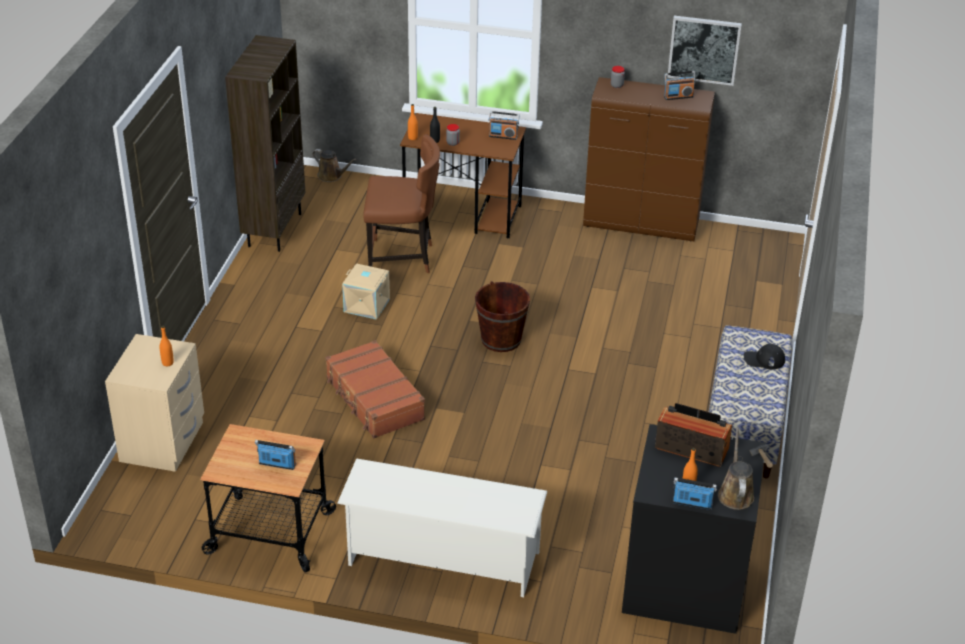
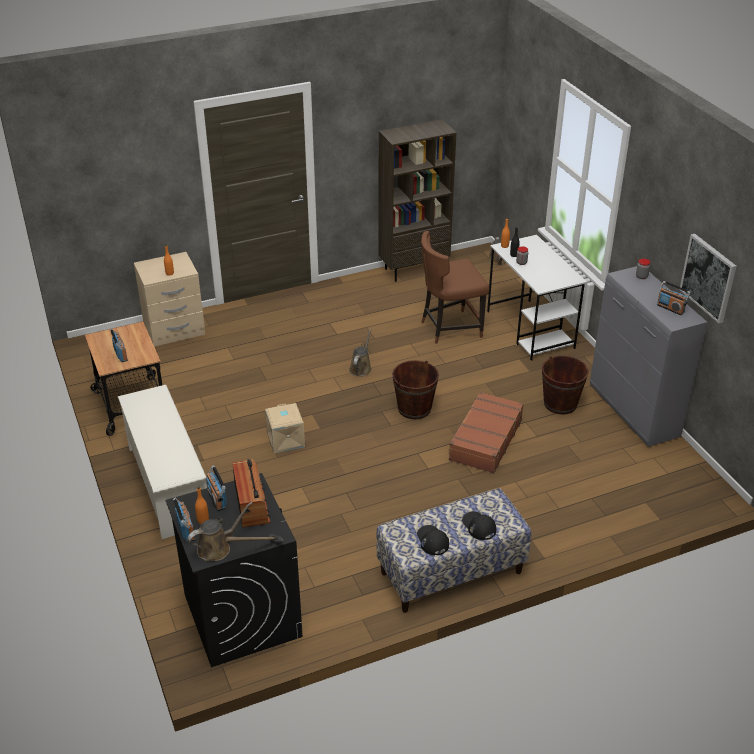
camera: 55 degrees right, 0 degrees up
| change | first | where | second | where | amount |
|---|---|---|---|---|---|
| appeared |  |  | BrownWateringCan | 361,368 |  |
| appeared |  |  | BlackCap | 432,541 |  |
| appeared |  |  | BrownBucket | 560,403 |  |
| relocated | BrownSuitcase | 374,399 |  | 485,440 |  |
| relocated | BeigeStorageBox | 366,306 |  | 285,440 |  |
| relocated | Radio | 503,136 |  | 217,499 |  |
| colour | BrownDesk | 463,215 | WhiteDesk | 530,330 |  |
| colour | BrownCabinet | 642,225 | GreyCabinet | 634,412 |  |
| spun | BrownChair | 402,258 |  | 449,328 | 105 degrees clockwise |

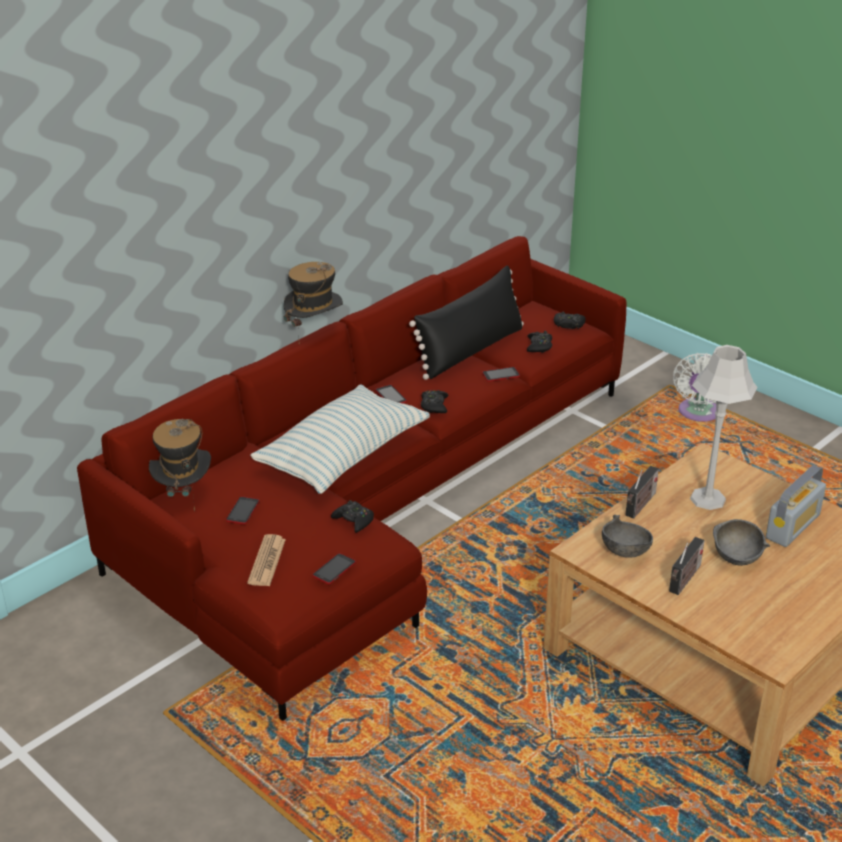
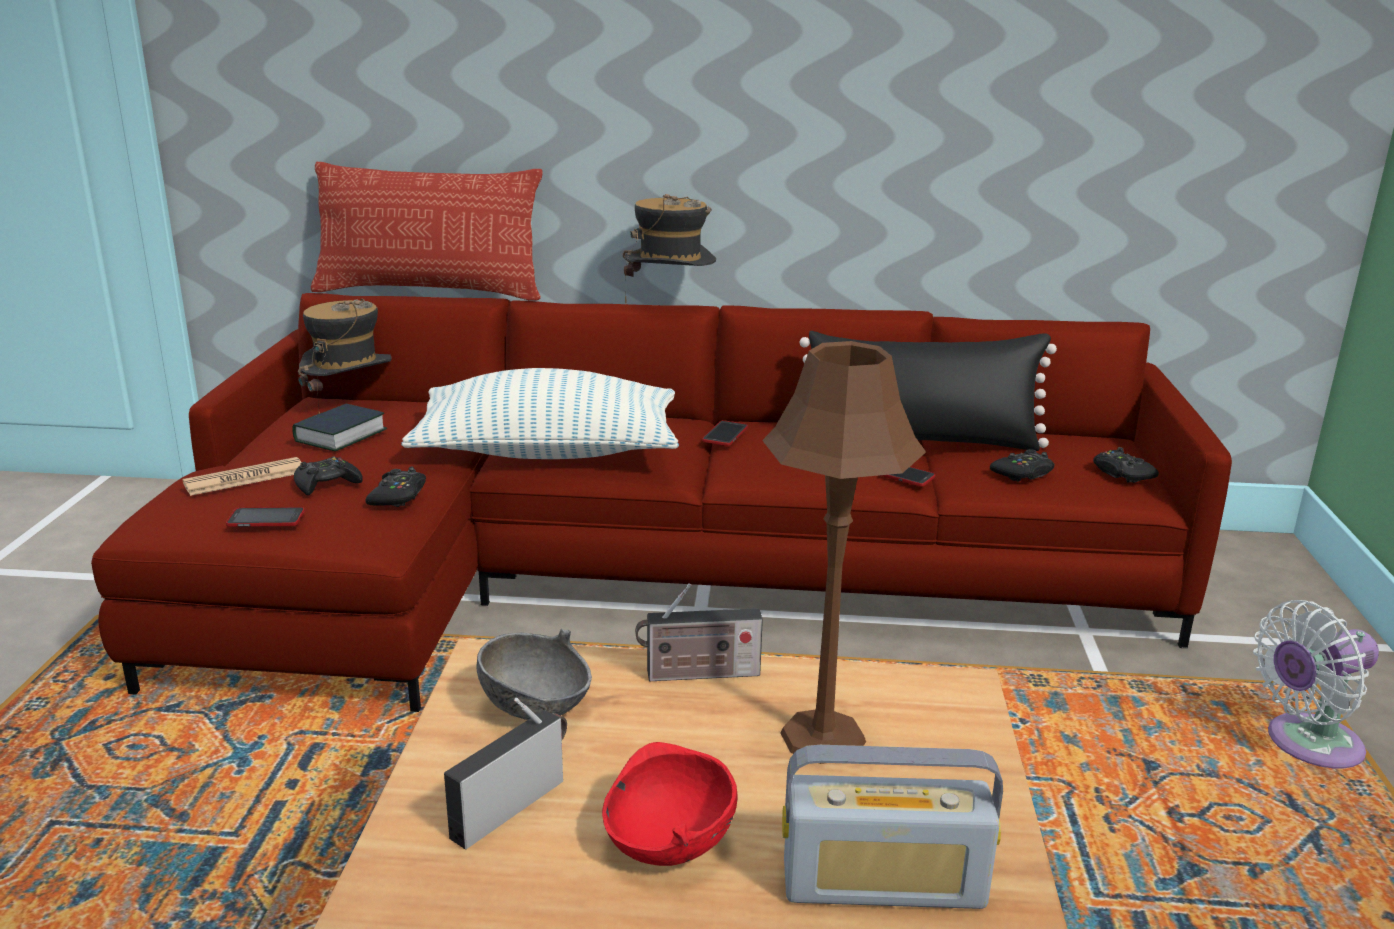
camera: 50 degrees right, 10 degrees down
| change | first | where | second | where | amount |
|---|---|---|---|---|---|
| appeared |  |  | Pillow | 430,292 |  |
| relocated | BlackGameController | 434,405 |  | 327,484 |  |
| exchanged | Phone | 243,511 | Book | 340,436 |  |
| colour | GreyTableLamp | 707,499 | BrownTableLamp | 823,737 |  |
| colour | GreyBowl | 737,557 | RedBowl | 667,845 |  |
| spun | Radio | 684,580 |  | 512,805 | 135 degrees clockwise |

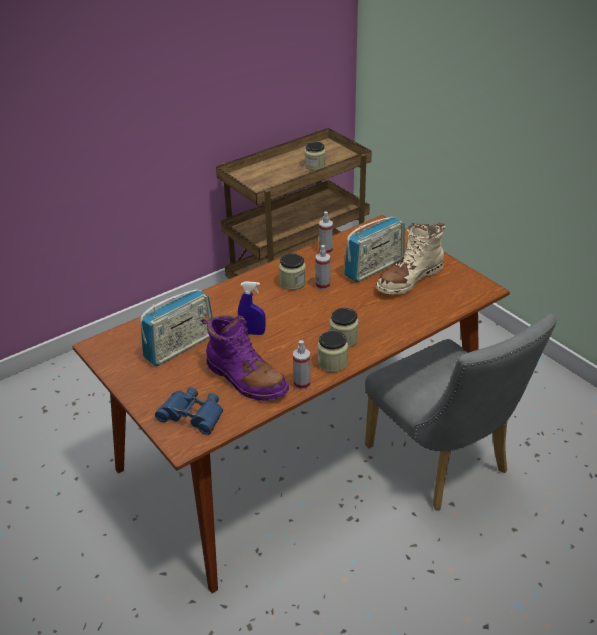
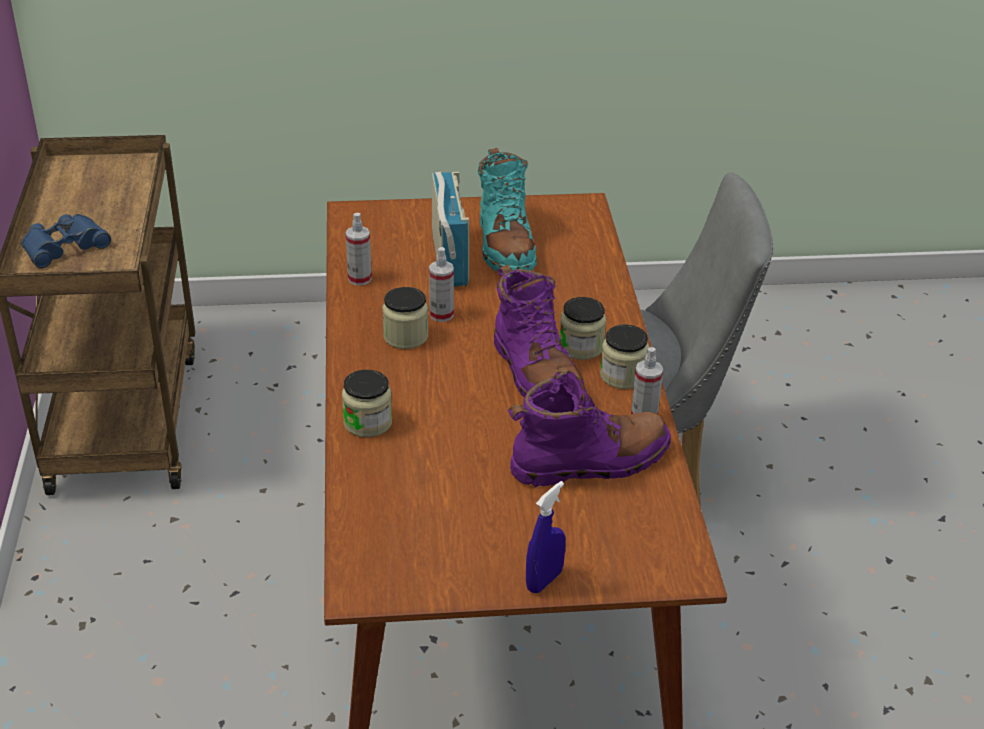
camera: 60 degrees left, 0 degrees up
| change | first | where | second | where | amount |
|---|---|---|---|---|---|
| missing | Radio | 180,347 |  |  |  |
| appeared |  |  | PurpleBoot | 536,374 |  |
| relocated | BlueBinoculars | 192,415 |  | 64,247 |  |
| relocated | BlueSprayBottle | 252,333 |  | 544,580 |  |
| relocated | Jar | 315,166 |  | 368,423 |  |
| colour | BeigeBoot | 409,279 | TurquoiseBoot | 505,245 |  |

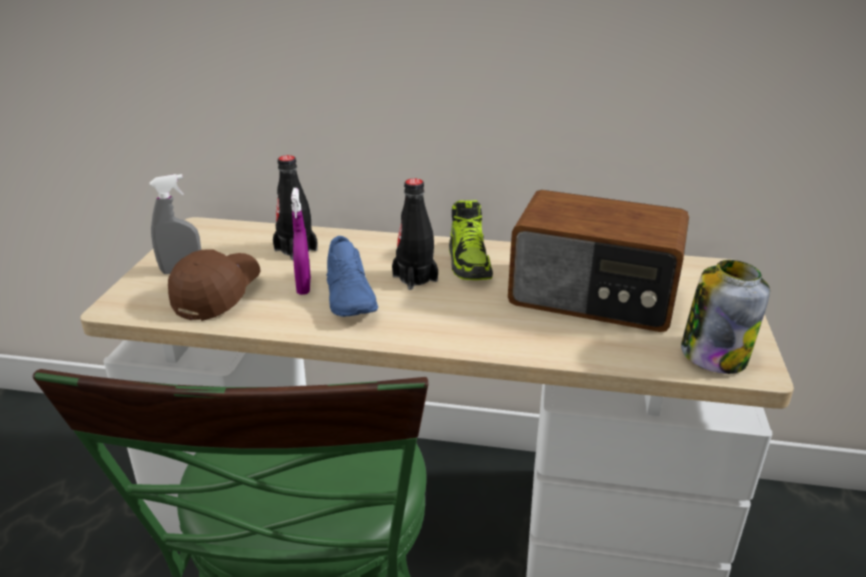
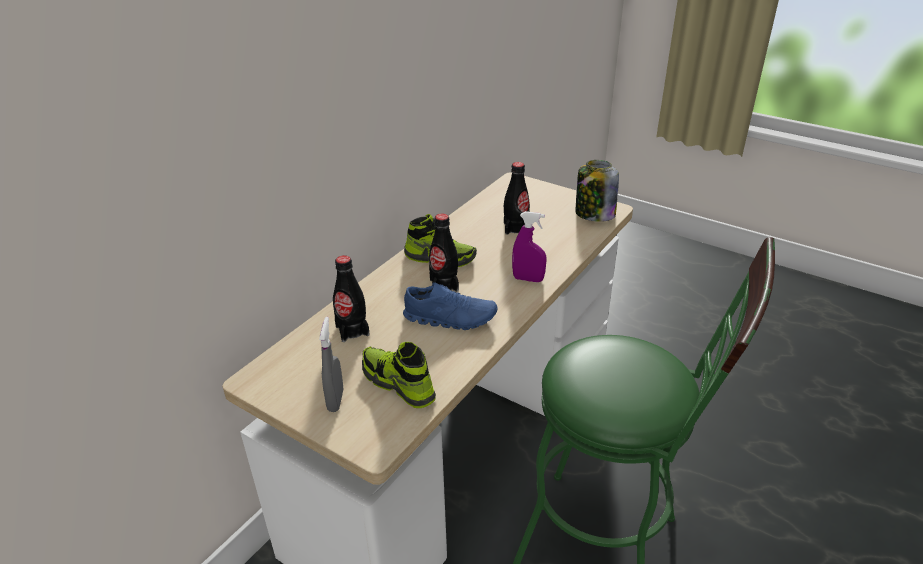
camera: 65 degrees left, 5 degrees up
| change | first | where | second | where | amount |
|---|---|---|---|---|---|
| relocated | PurpleSprayBottle | 304,287 |  | 528,279 |  |
| exchanged | BrownCap | 217,295 | Shoe | 398,384 |  |
| exchanged | Radio | 593,297 | BlackBottle | 515,228 |  |

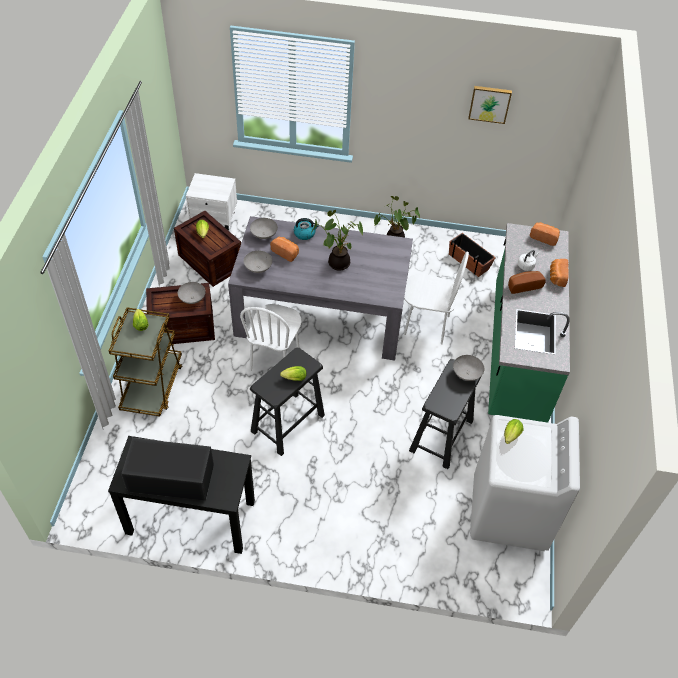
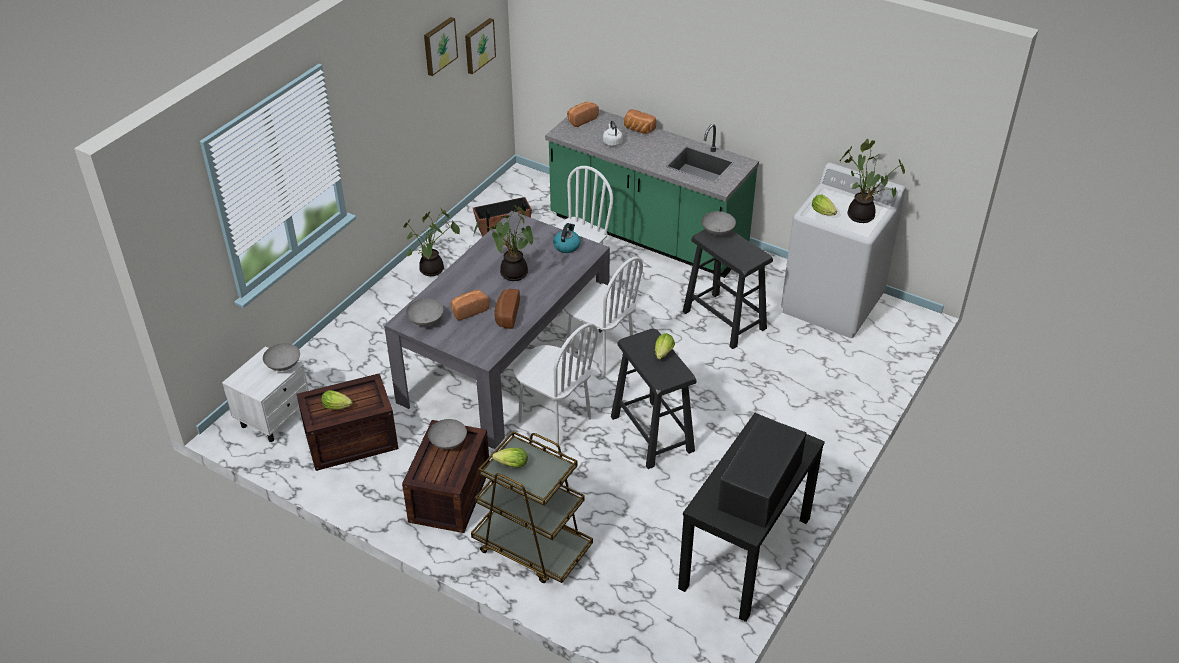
camera: 65 degrees left, 10 degrees down
| change | first | where | second | where | amount |
|---|---|---|---|---|---|
| appeared |  |  | Picture | 478,45 |  |
| appeared |  |  | WhiteChair | 599,354 |  |
| appeared |  |  | PottedPlant | 862,215 |  |
| relocated | GreyBowl | 258,268 |  | 284,365 |  |
| relocated | Kettle | 305,233 |  | 567,246 |  |
| relocated | Bread | 523,285 |  | 506,315 |  |

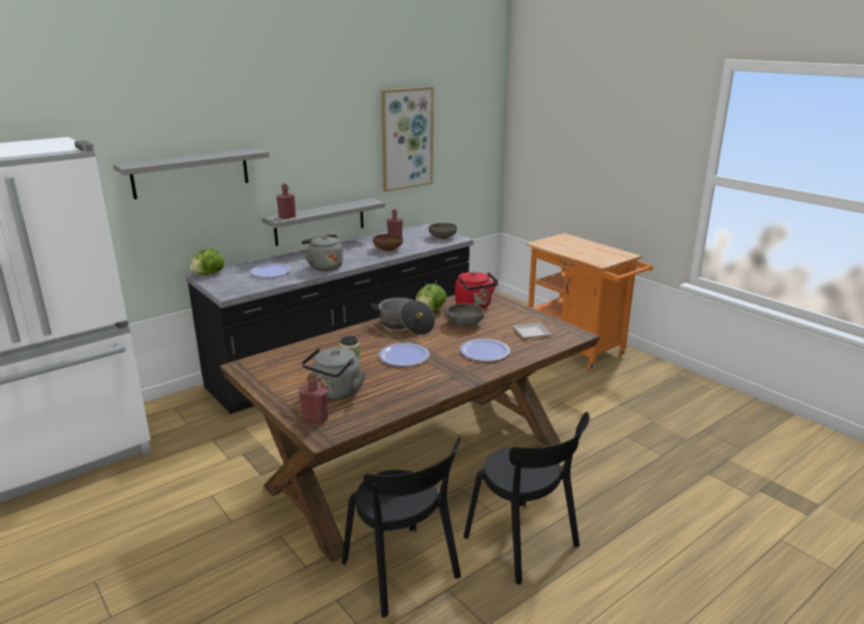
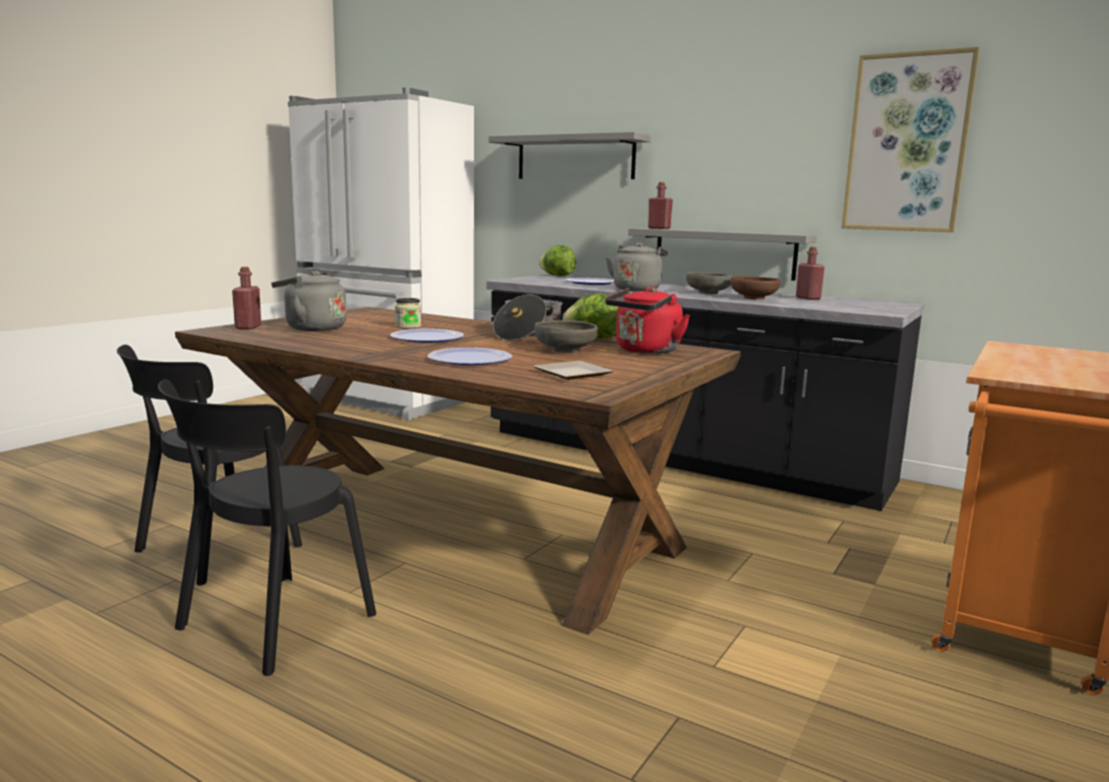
camera: 70 degrees right, 10 degrees down
| change | first | where | second | where | amount |
|---|---|---|---|---|---|
| relocated | GreyBowl | 442,237 |  | 708,293 |  |

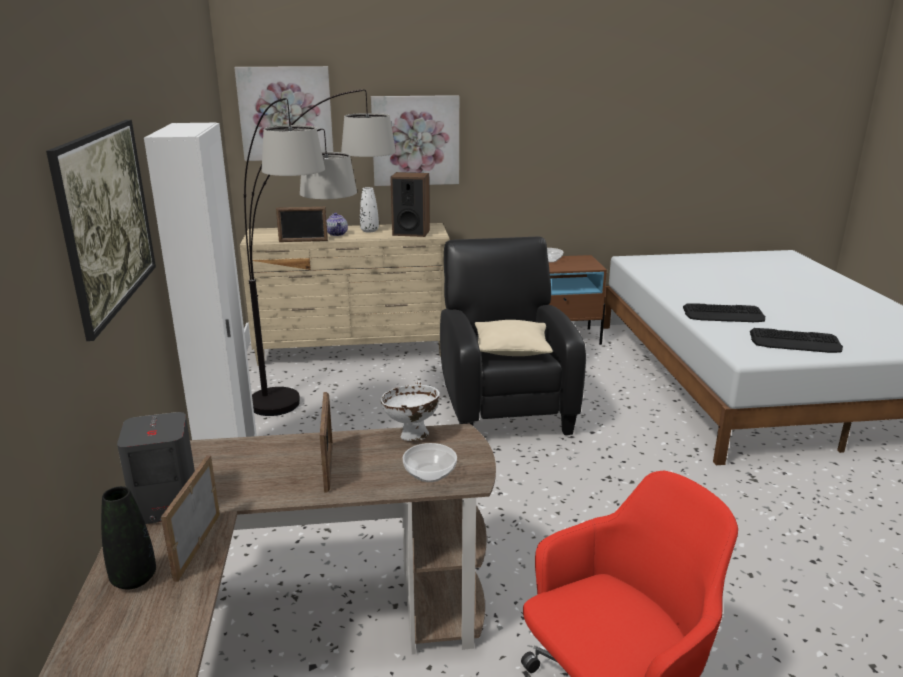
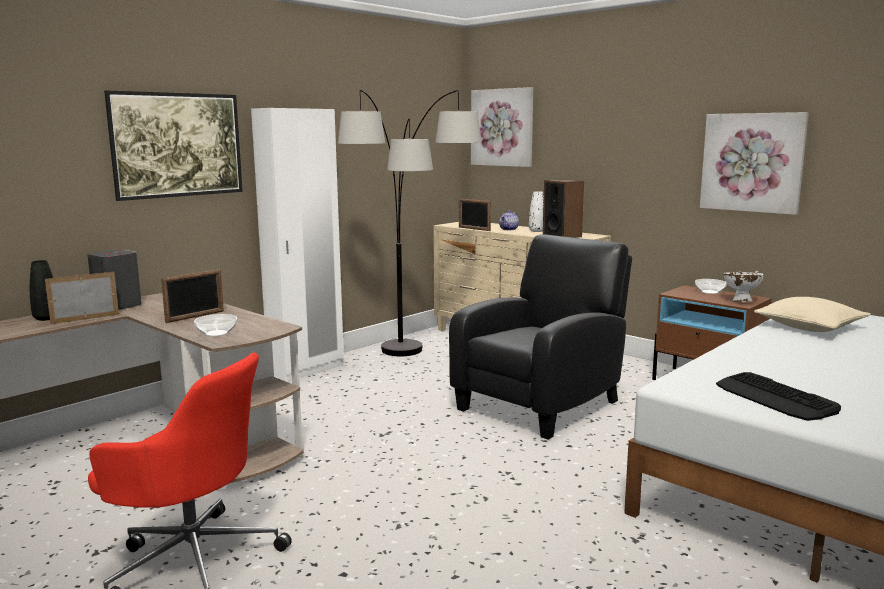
camera: 50 degrees right, 10 degrees down
| change | first | where | second | where | amount |
|---|---|---|---|---|---|
| missing | Keyboard | 723,314 |  |  |  |
| relocated | Picture | 415,140 |  | 752,162 |  |
| relocated | WhiteBowl | 411,436 |  | 740,301 |  |
| relocated | BeigePillow | 511,349 |  | 809,327 |  |

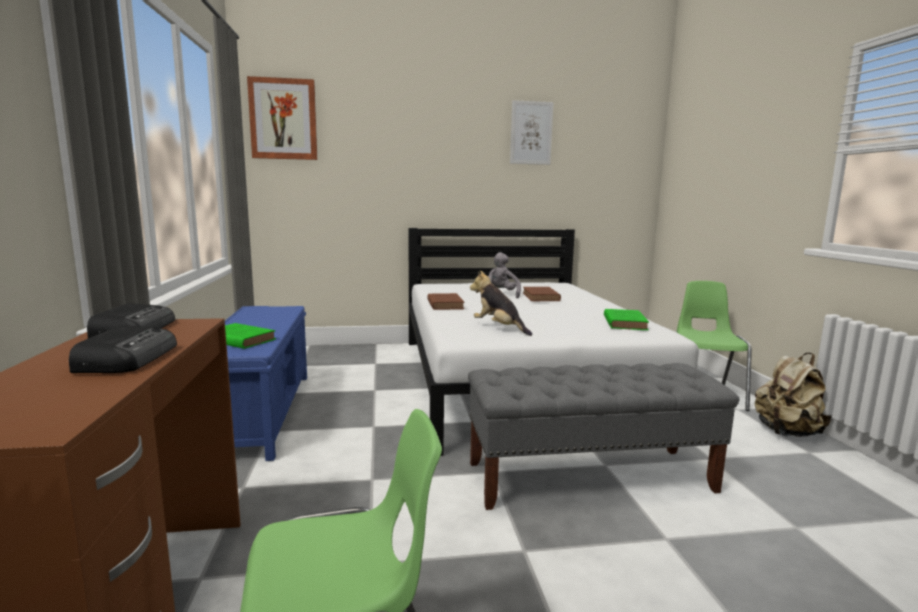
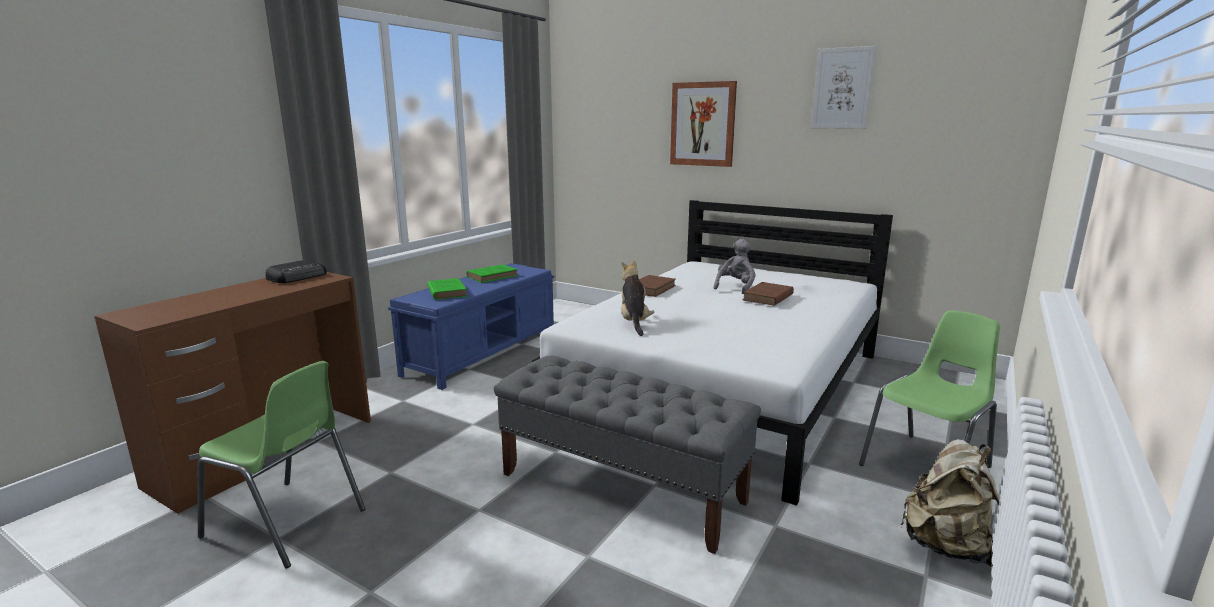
camera: 40 degrees right, 5 degrees up
| change | first | where | second | where | amount |
|---|---|---|---|---|---|
| missing | Radio | 128,358 |  |  |  |
| relocated | Picture | 283,119 |  | 703,124 |  |
| relocated | GreenBook | 624,323 |  | 493,276 |  |

